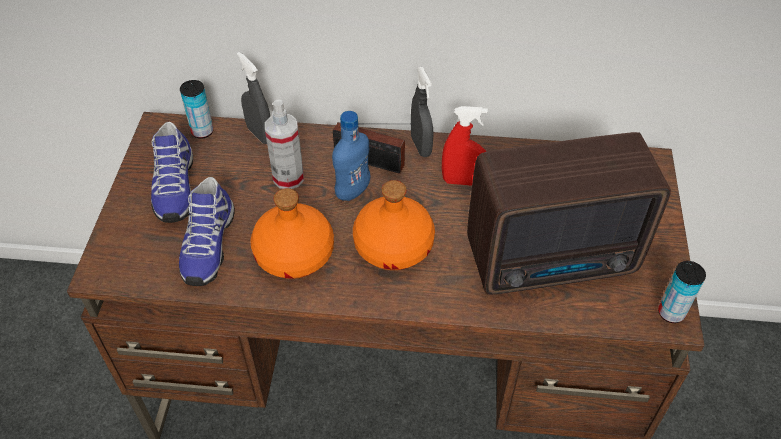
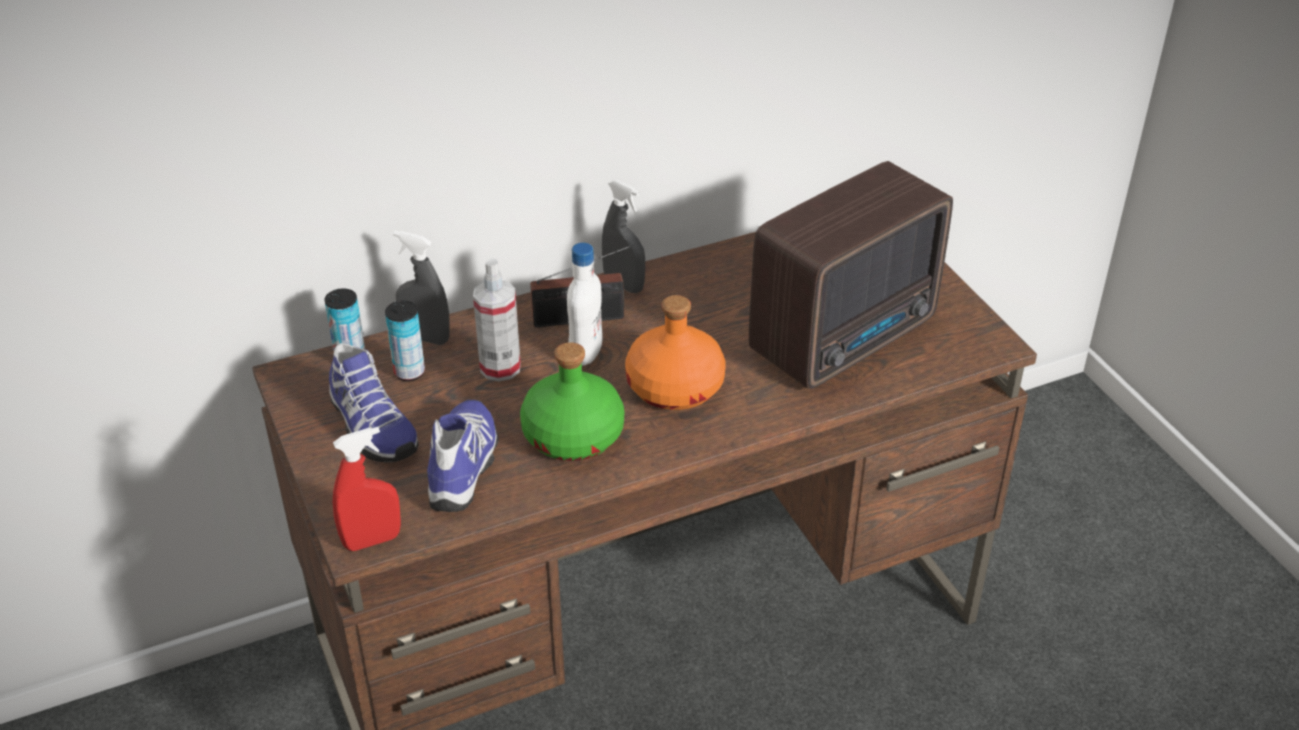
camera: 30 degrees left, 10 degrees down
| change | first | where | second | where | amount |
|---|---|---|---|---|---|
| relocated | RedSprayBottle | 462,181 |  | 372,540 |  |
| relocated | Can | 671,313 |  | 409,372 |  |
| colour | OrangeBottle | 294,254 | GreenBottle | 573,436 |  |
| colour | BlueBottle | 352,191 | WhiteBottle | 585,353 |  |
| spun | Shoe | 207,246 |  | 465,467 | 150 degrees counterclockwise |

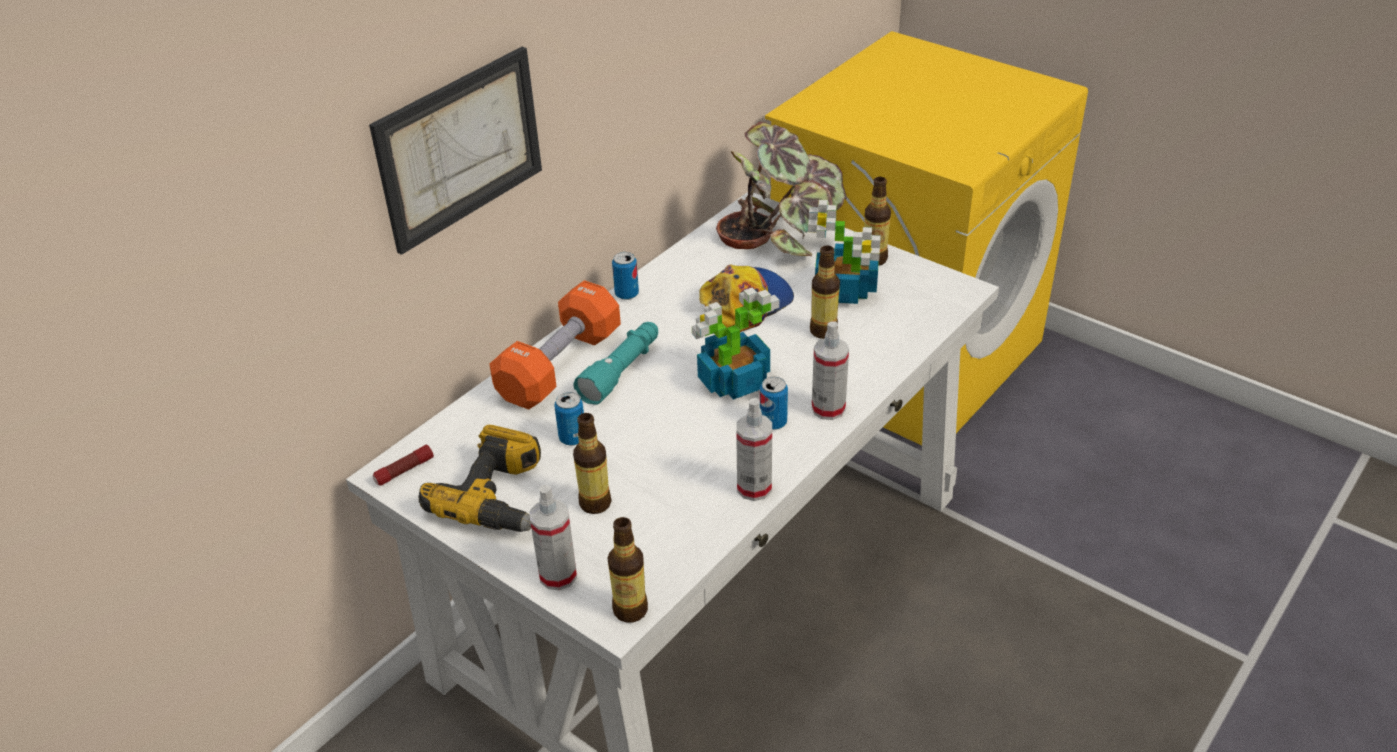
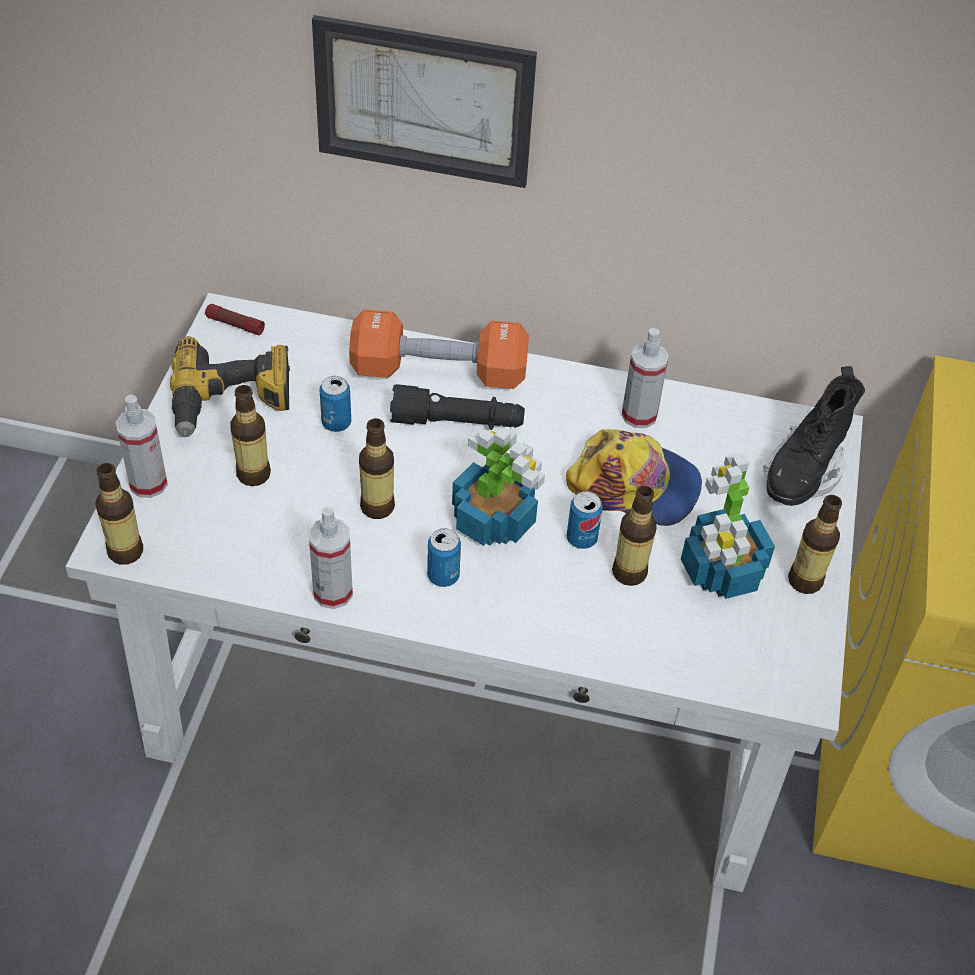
camera: 60 degrees right, 10 degrees up
| change | first | where | second | where | amount |
|---|---|---|---|---|---|
| appeared |  |  | Bottle | 377,507 |  |
| relocated | Can | 626,294 |  | 581,538 |  |
| relocated | SprayBottle | 828,409 |  | 639,415 |  |
| exchanged | PottedPlant | 782,229 | BlackBoot | 803,472 |  |
| colour | TurquoiseFlashlight | 622,371 | BlackFlashlight | 457,422 |  |

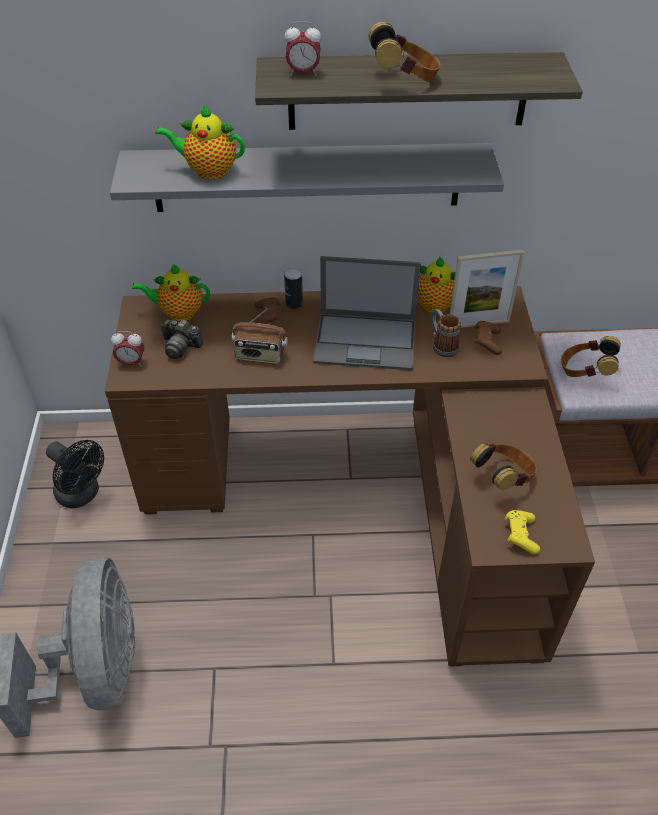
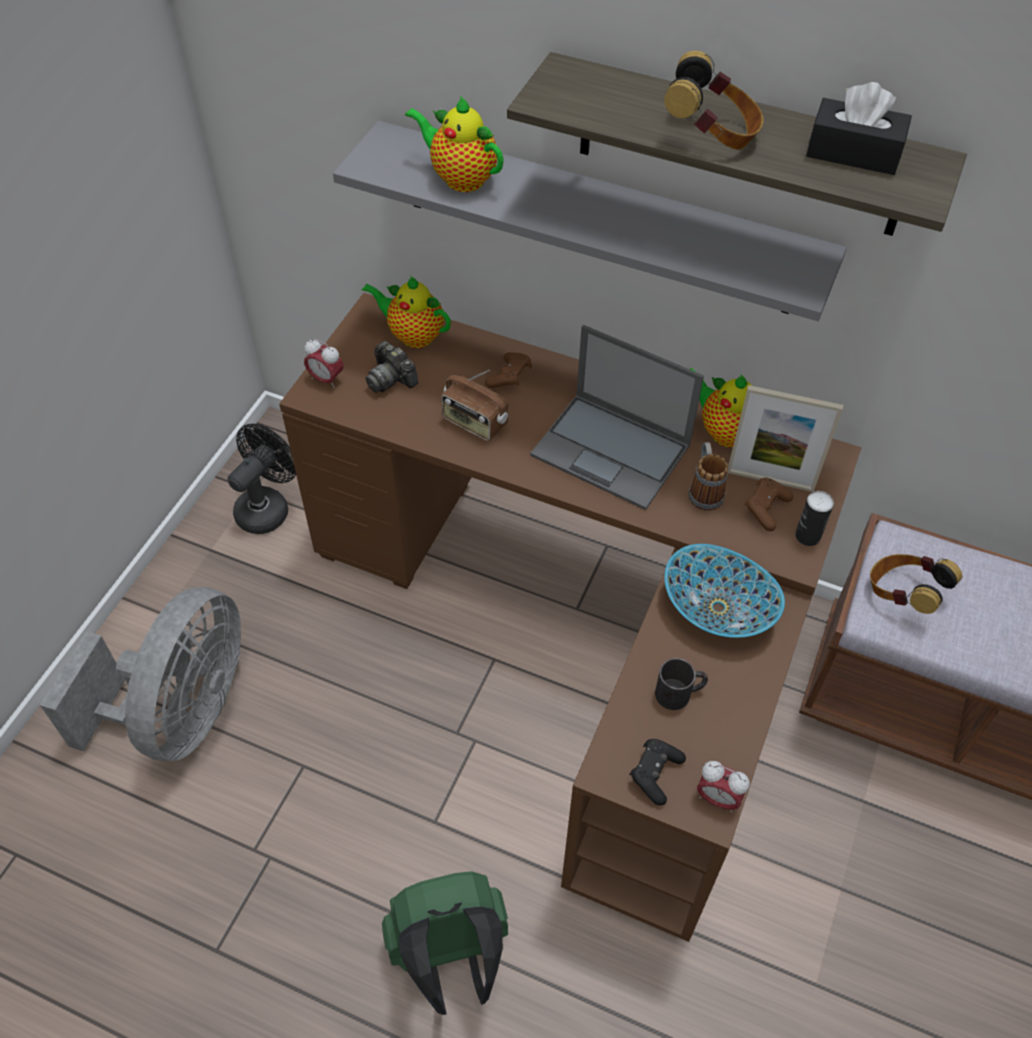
camera: 25 degrees right, 5 degrees up
| change | first | where | second | where | amount |
|---|---|---|---|---|---|
| appeared |  |  | GreenBackpack | 450,957 |  |
| appeared |  |  | Bowl | 718,609 |  |
| appeared |  |  | BlackTissueBox | 853,153 |  |
| relocated | Can | 294,304 |  | 807,536 |  |
| relocated | AlarmClock | 303,73 |  | 717,798 |  |
| exchanged | Headphones | 503,478 | BlackMug | 680,693 |  |
| colour | YellowGameController | 520,535 | BlackGameController | 655,774 |  |
| spun | BlackFan | 82,495 |  | 267,507 | 120 degrees counterclockwise |

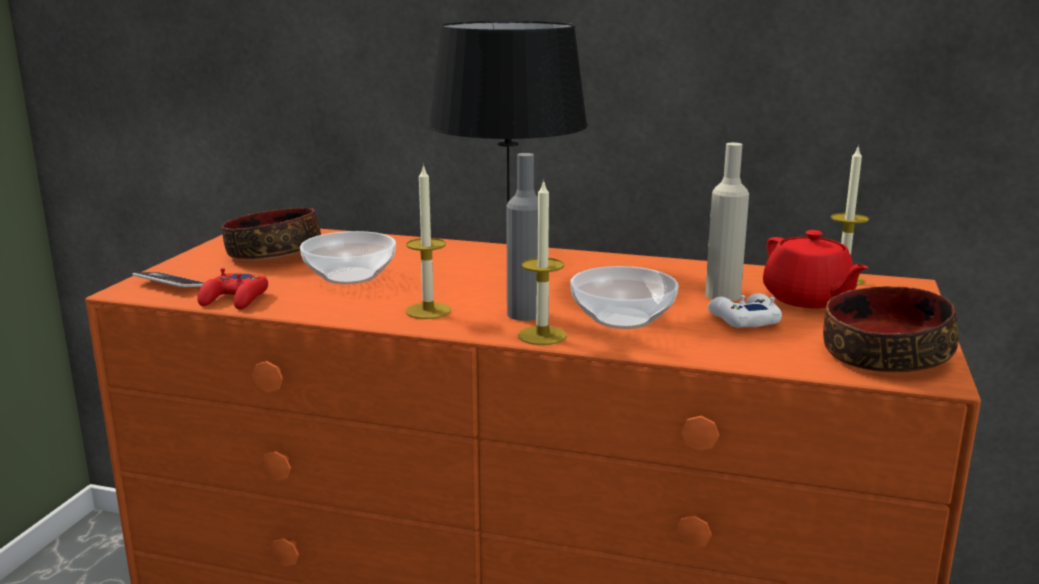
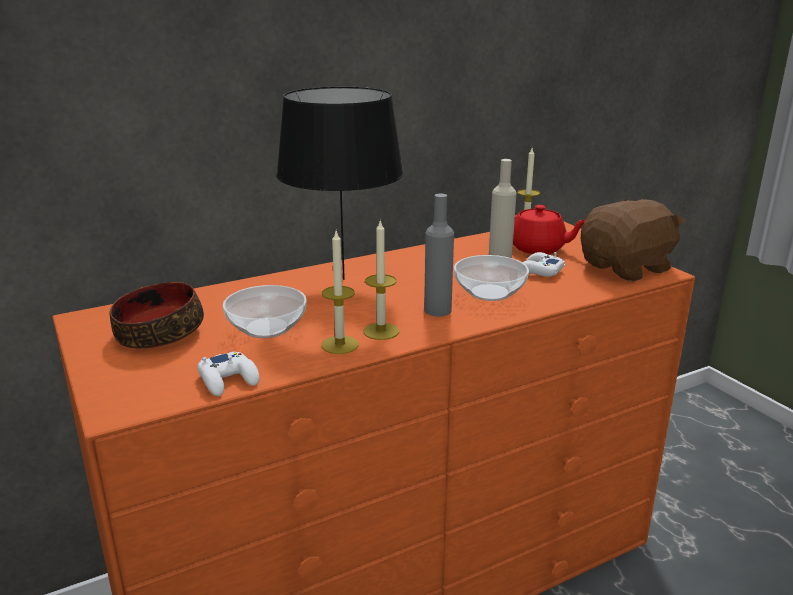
camera: 45 degrees left, 5 degrees up
| change | first | where | second | where | amount |
|---|---|---|---|---|---|
| missing | Phone | 170,285 |  |  |  |
| relocated | Candle | 542,335 |  | 340,345 |  |
| exchanged | Bowl | 883,355 | BrownPlushToy | 627,268 |  |
| colour | RedGameController | 235,299 | WhiteGameController | 229,380 |  |

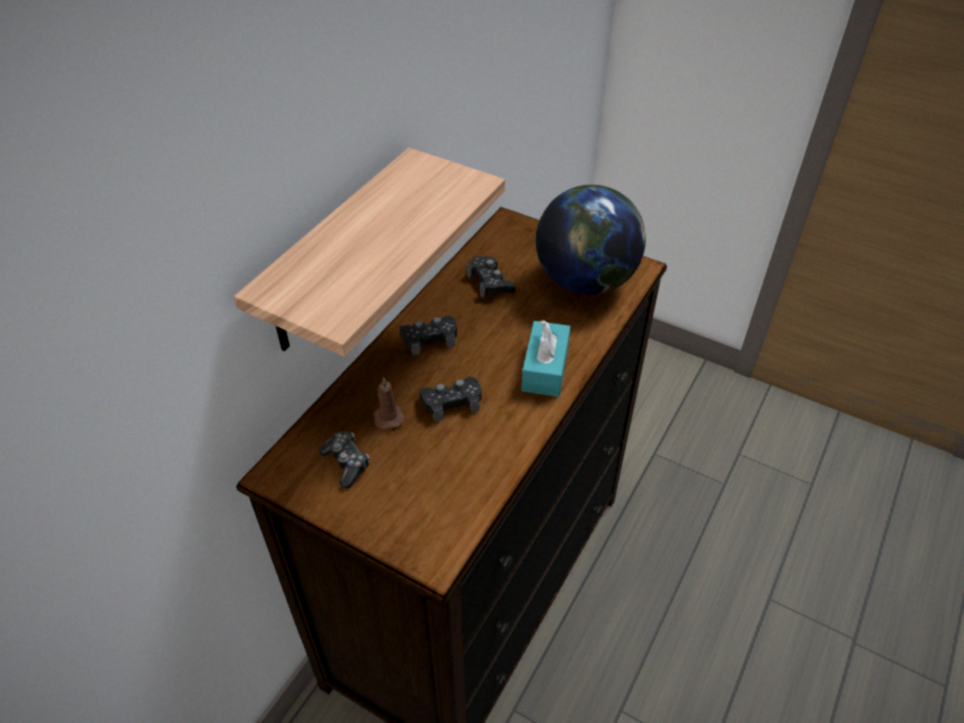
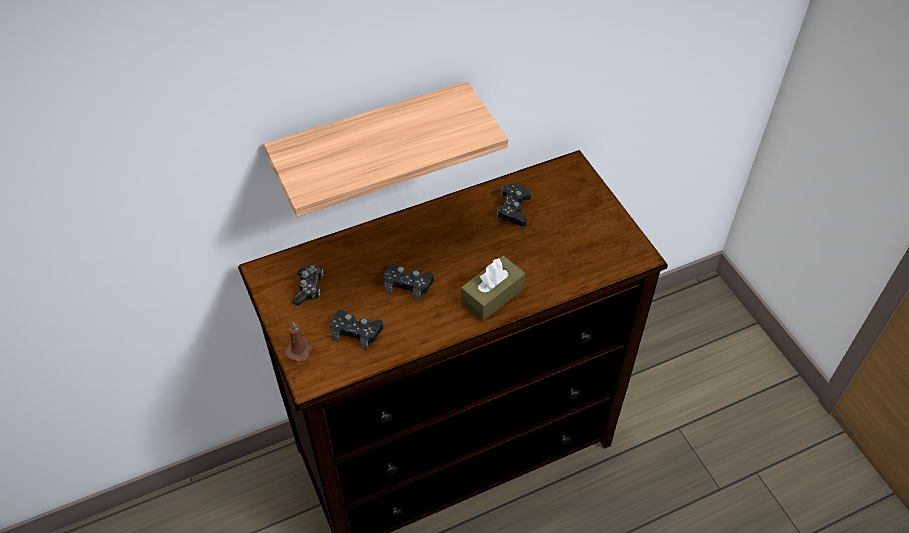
camera: 35 degrees right, 5 degrees up
| change | first | where | second | where | amount |
|---|---|---|---|---|---|
| missing | Globe | 586,281 |  |  |  |
| relocated | BrownCandle | 388,416 |  | 300,349 |  |
| relocated | BlackGameController | 429,339 |  | 356,332 |  |
| colour | TurquoiseTissueBox | 545,368 | BrownTissueBox | 492,295 |  |

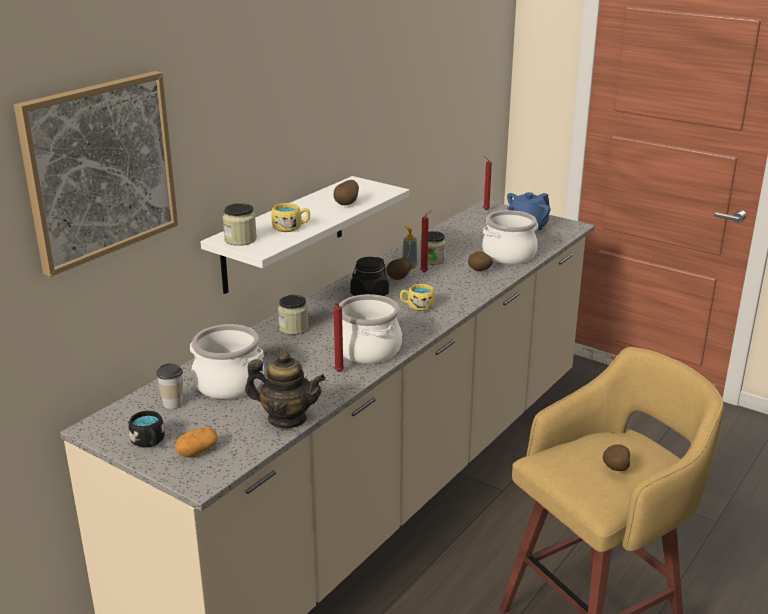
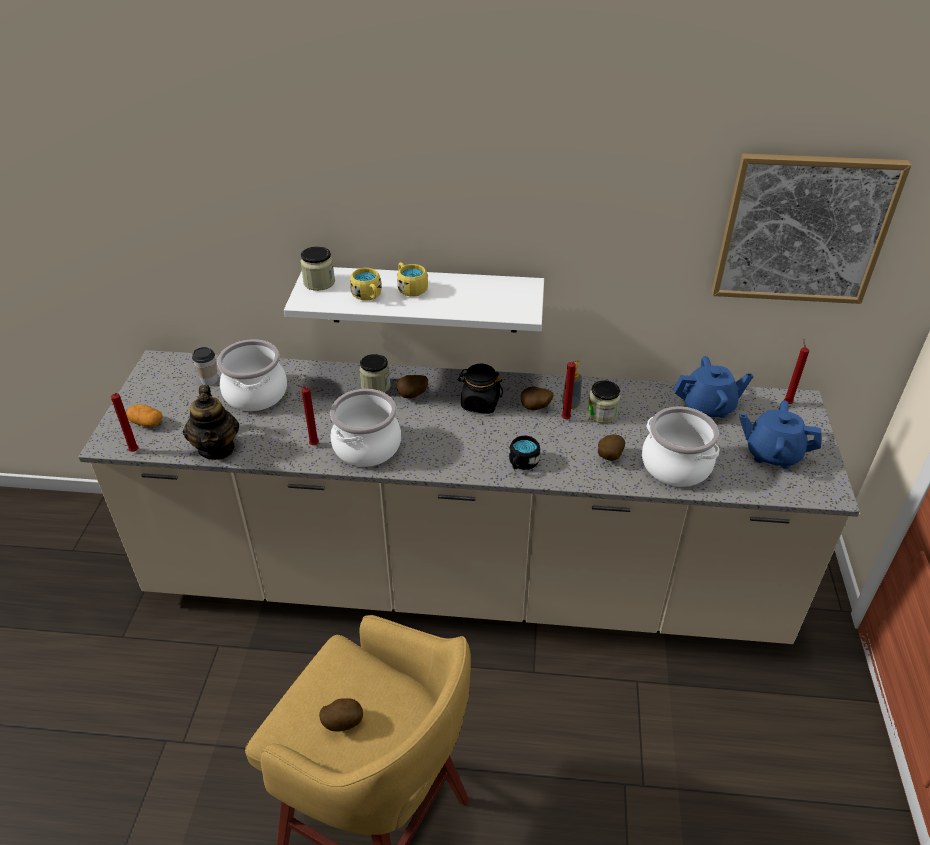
camera: 60 degrees right, 15 degrees up
| change | first | where | second | where | amount |
|---|---|---|---|---|---|
| appeared |  |  | RedCandle | 134,452 |  |
| appeared |  |  | BlueTeapot | 707,407 |  |
| relocated | Picture | 100,169 |  | 803,229 |  |
| relocated | BlackMug | 149,442 |  | 522,464 |  |
| relocated | Potato | 347,204 |  | 412,396 |  |
| relocated | YellowMug | 417,306 |  | 410,288 |  |

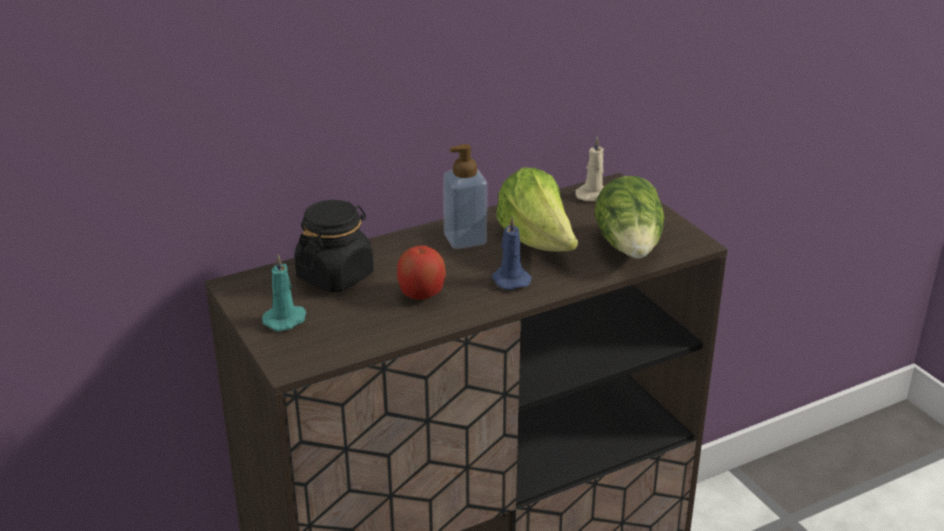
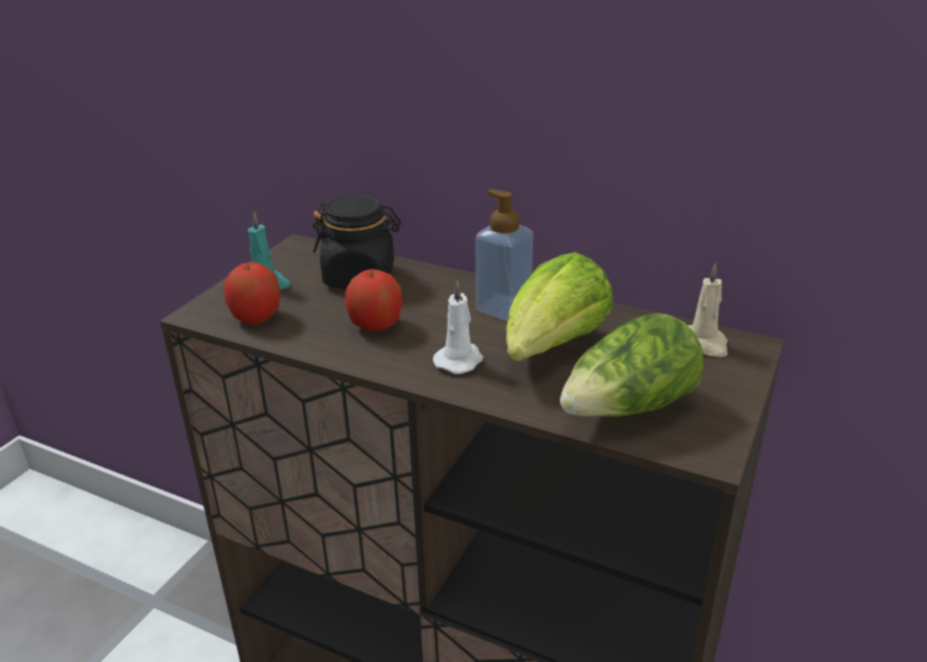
camera: 55 degrees right, 0 degrees up
| change | first | where | second | where | amount |
|---|---|---|---|---|---|
| appeared |  |  | Apple | 256,318 |  |
| colour | BlueCandle | 510,279 | WhiteCandle | 460,360 |  |

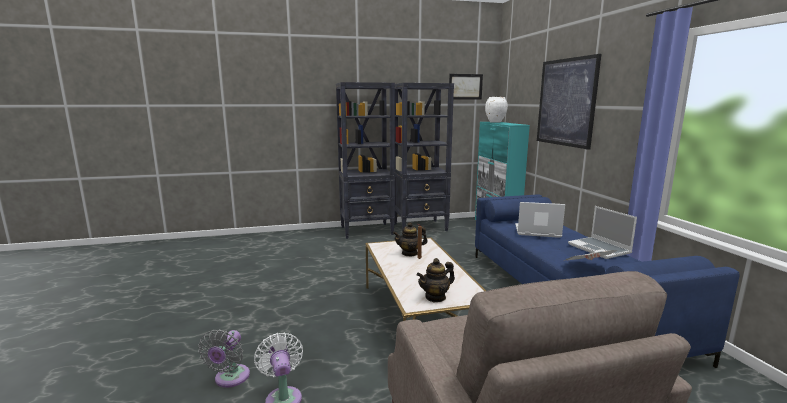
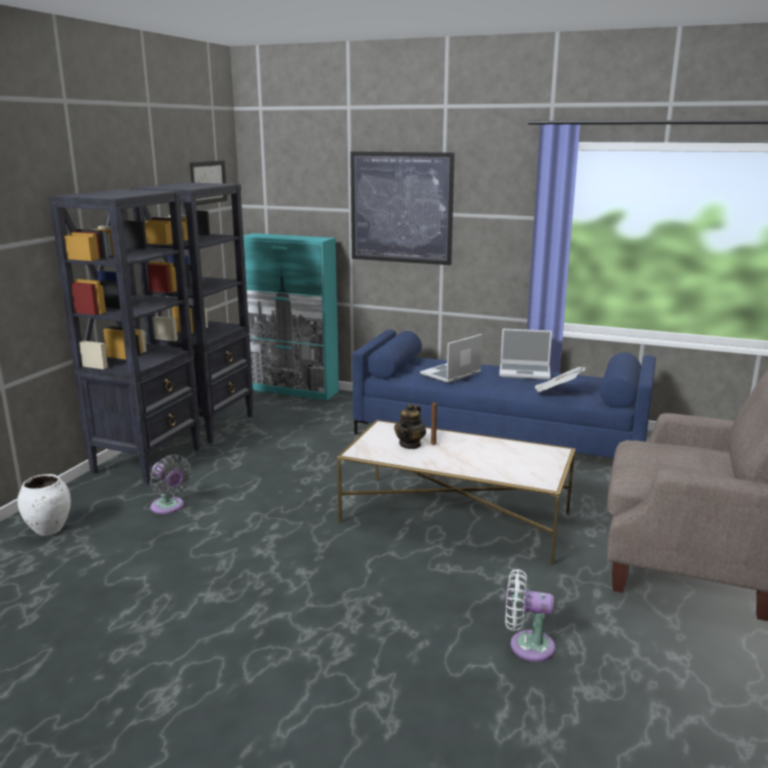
camera: 55 degrees left, 5 degrees up
| change | first | where | second | where | amount |
|---|---|---|---|---|---|
| missing | Teapot | 435,297 |  |  |  |
| relocated | GreyFan | 230,379 |  | 169,507 |  |
| relocated | WhiteVase | 495,122 |  | 48,530 |  |

